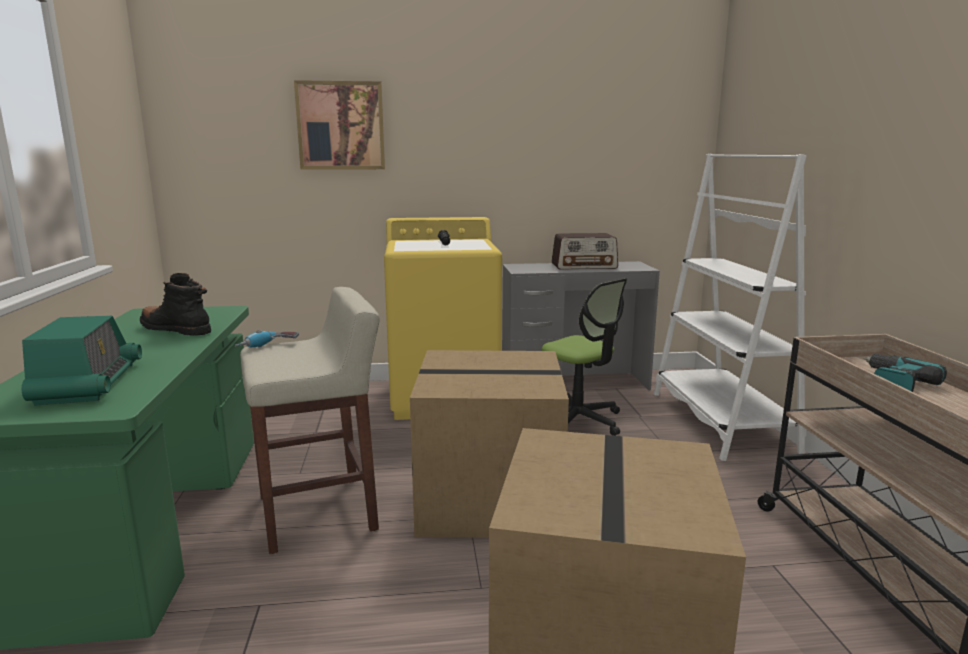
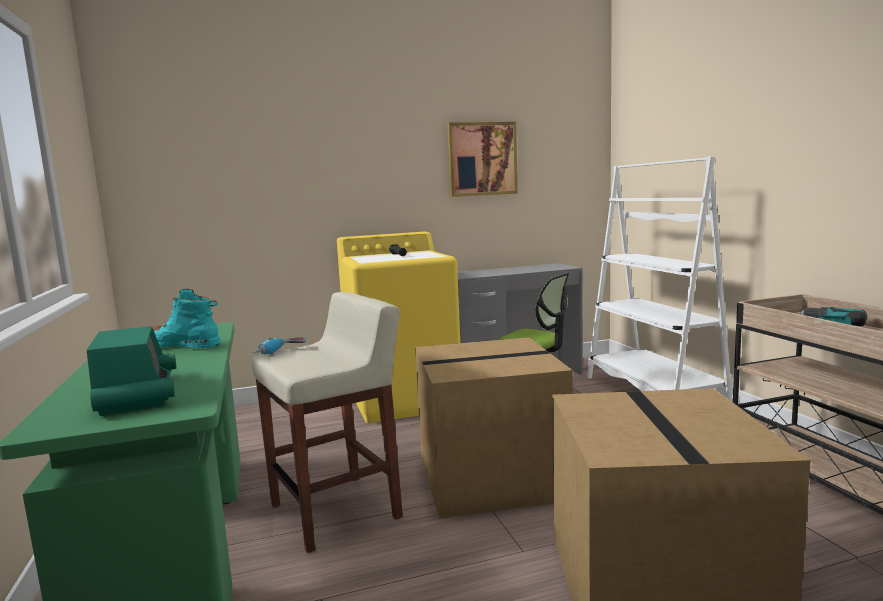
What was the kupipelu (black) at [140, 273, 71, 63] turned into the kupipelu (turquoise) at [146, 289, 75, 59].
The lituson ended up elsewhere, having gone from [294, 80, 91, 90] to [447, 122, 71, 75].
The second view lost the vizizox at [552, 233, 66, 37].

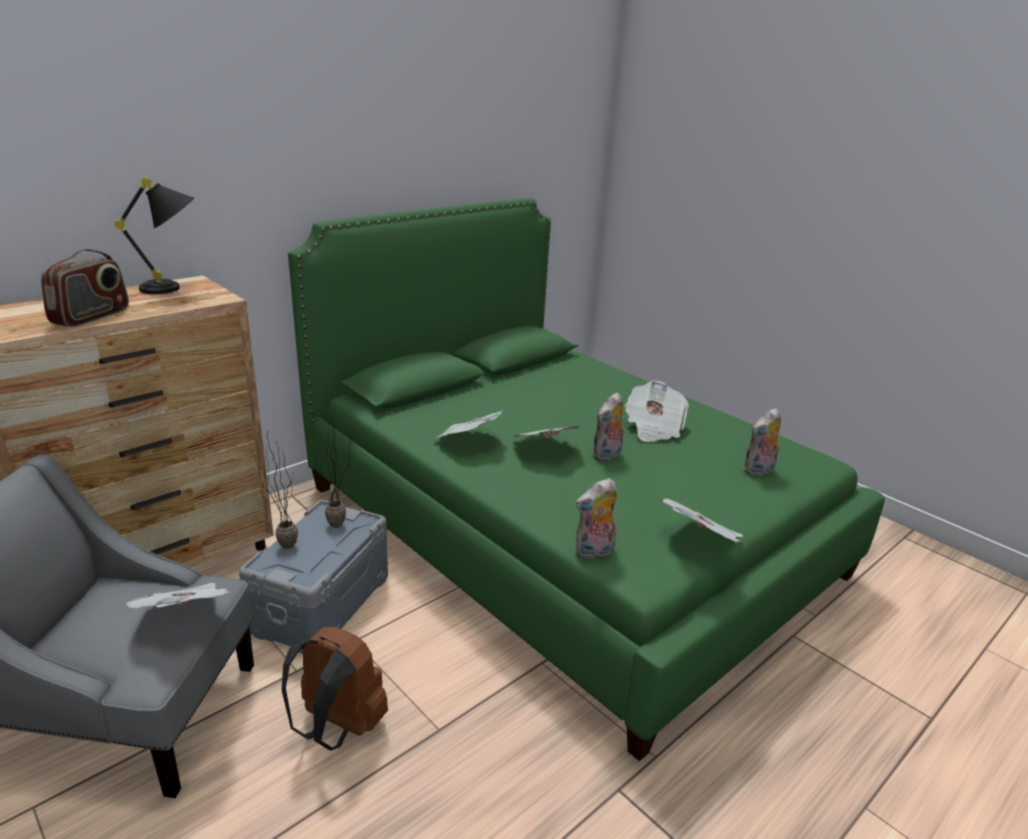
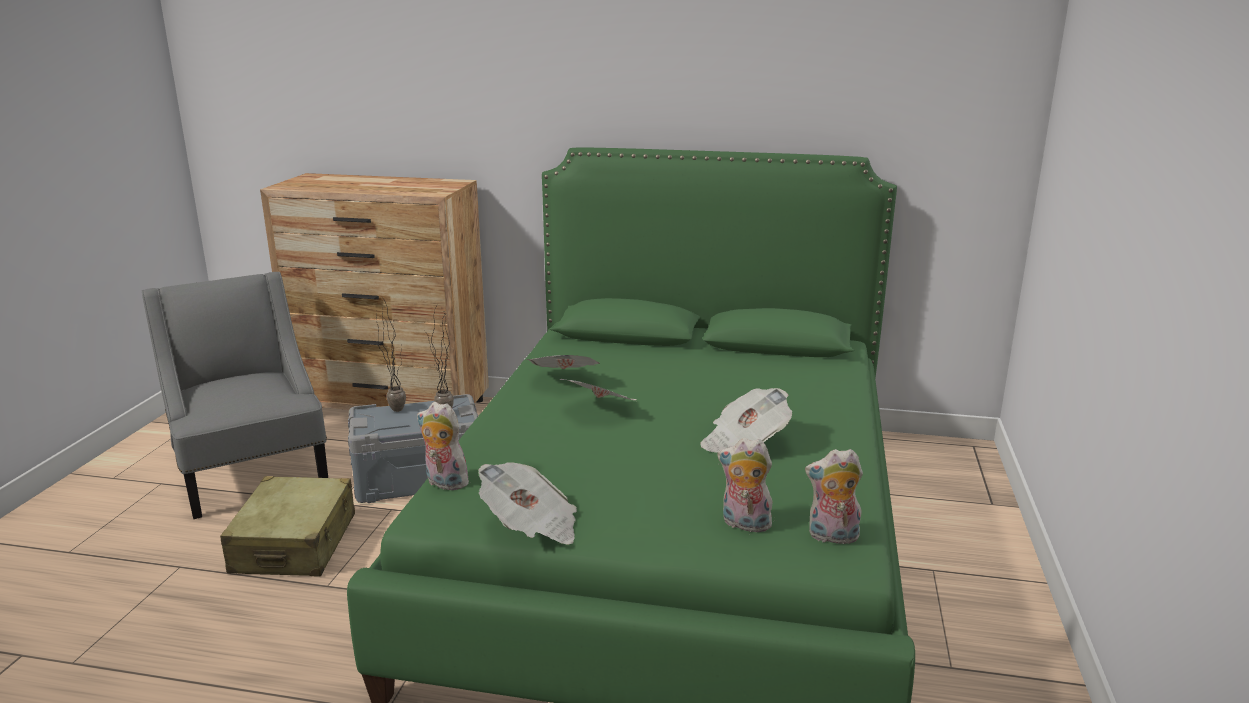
Where the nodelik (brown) stood at [282, 627, 106, 123], the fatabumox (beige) came to stand at [220, 476, 135, 101].
The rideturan ended up elsewhere, having gone from [592, 392, 33, 69] to [805, 449, 58, 98].
The second view lost the vizizox at [41, 249, 88, 78].
The second view lost the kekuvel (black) at [114, 177, 80, 117].
The second view lost the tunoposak at [126, 583, 104, 25].

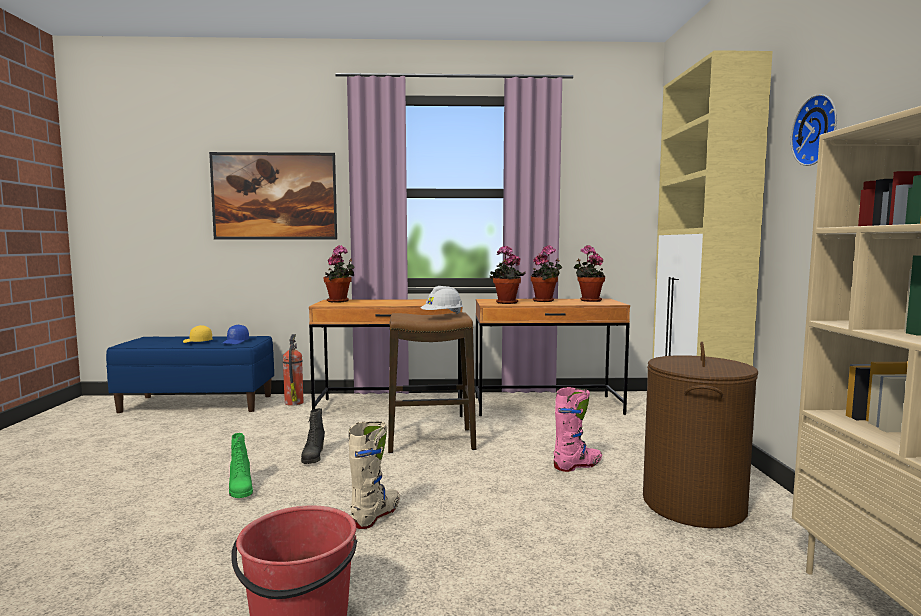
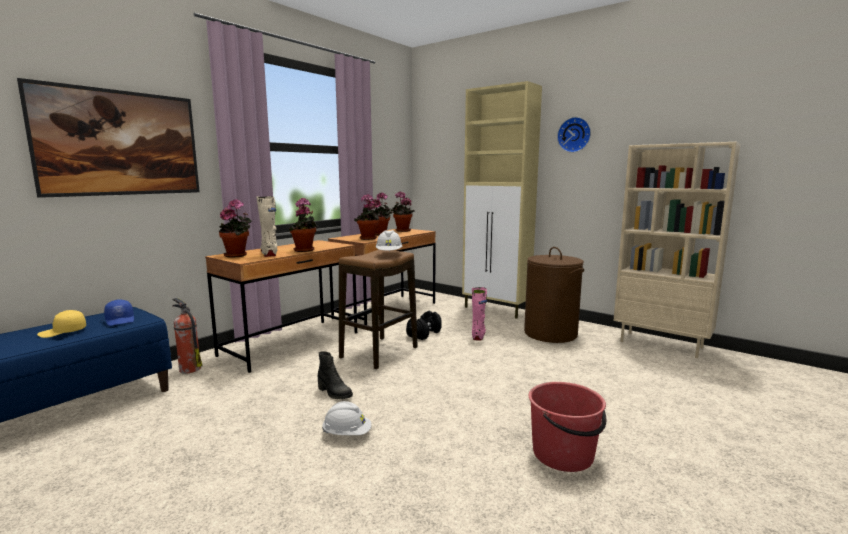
The kupipelu (beige) ended up elsewhere, having gone from [349, 422, 51, 107] to [256, 196, 21, 61].
The second view gained the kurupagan at [289, 198, 29, 54].
Where the kupipelu (green) stood at [229, 433, 24, 65], the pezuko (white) came to stand at [322, 401, 50, 34].
The second view gained the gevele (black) at [406, 311, 36, 29].

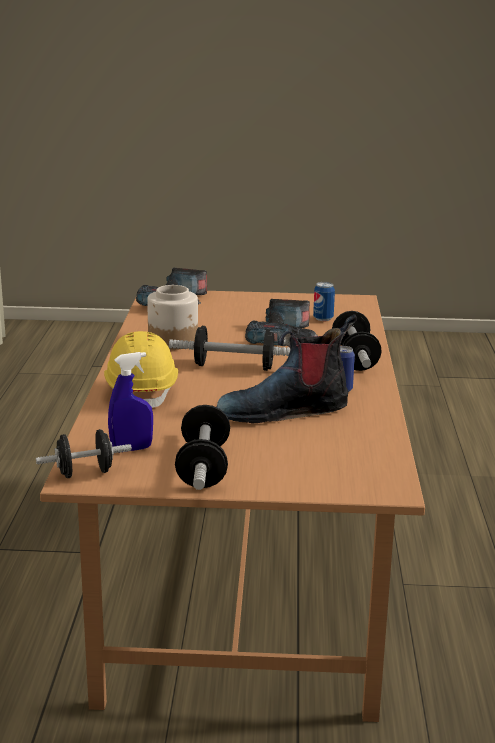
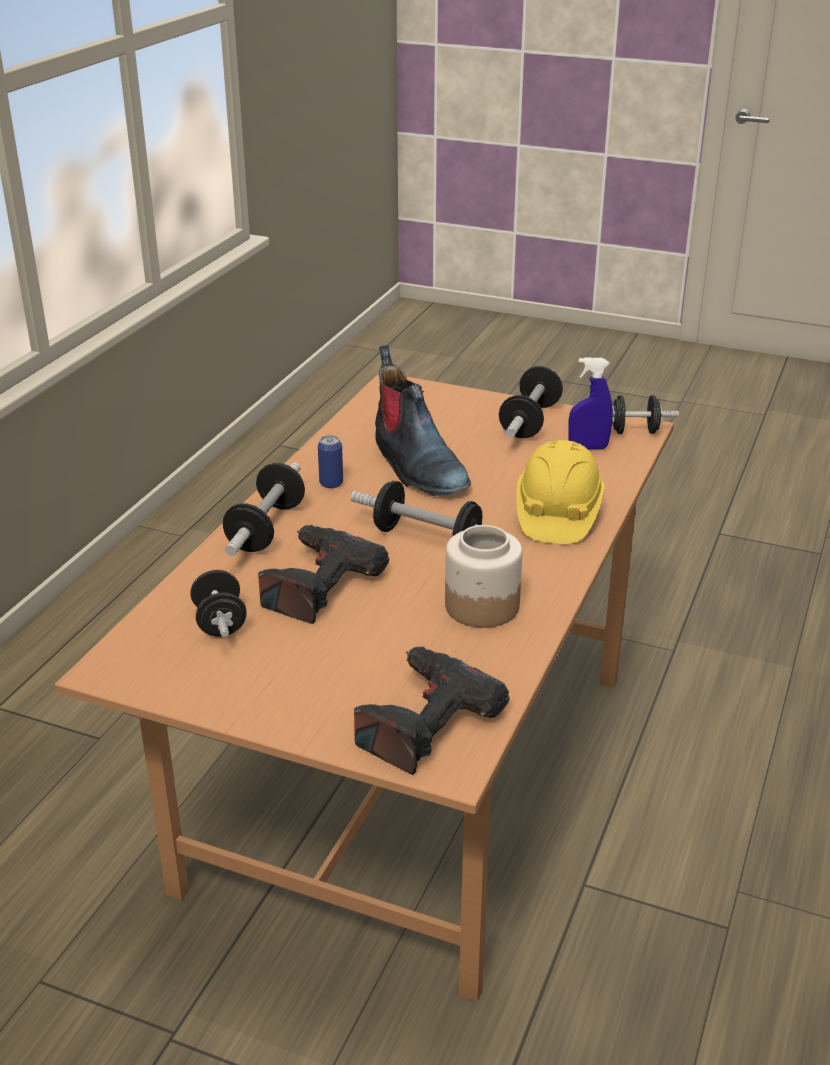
Where the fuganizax stood at [313, 282, 22, 39], the gevele (black) came to stand at [190, 570, 57, 67].
The kupipelu at [217, 314, 140, 109] ended up facing another way, 60 degrees clockwise from before.

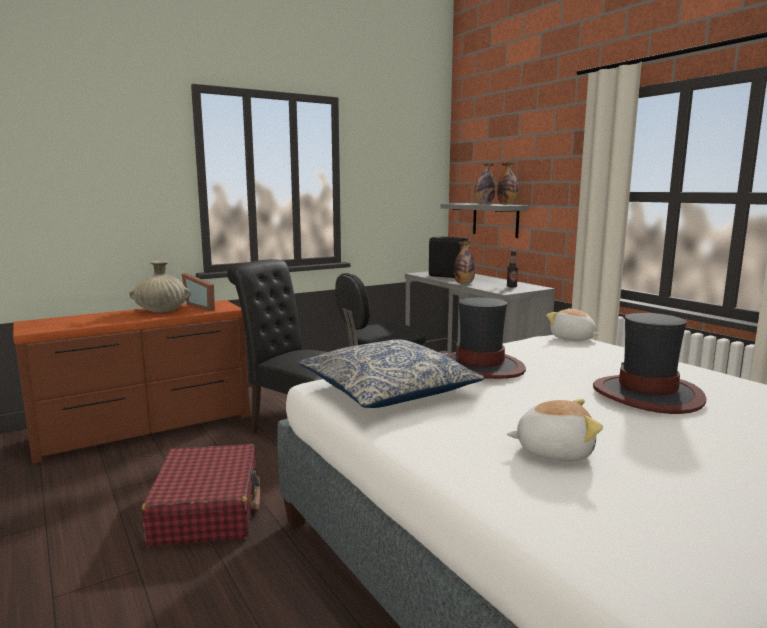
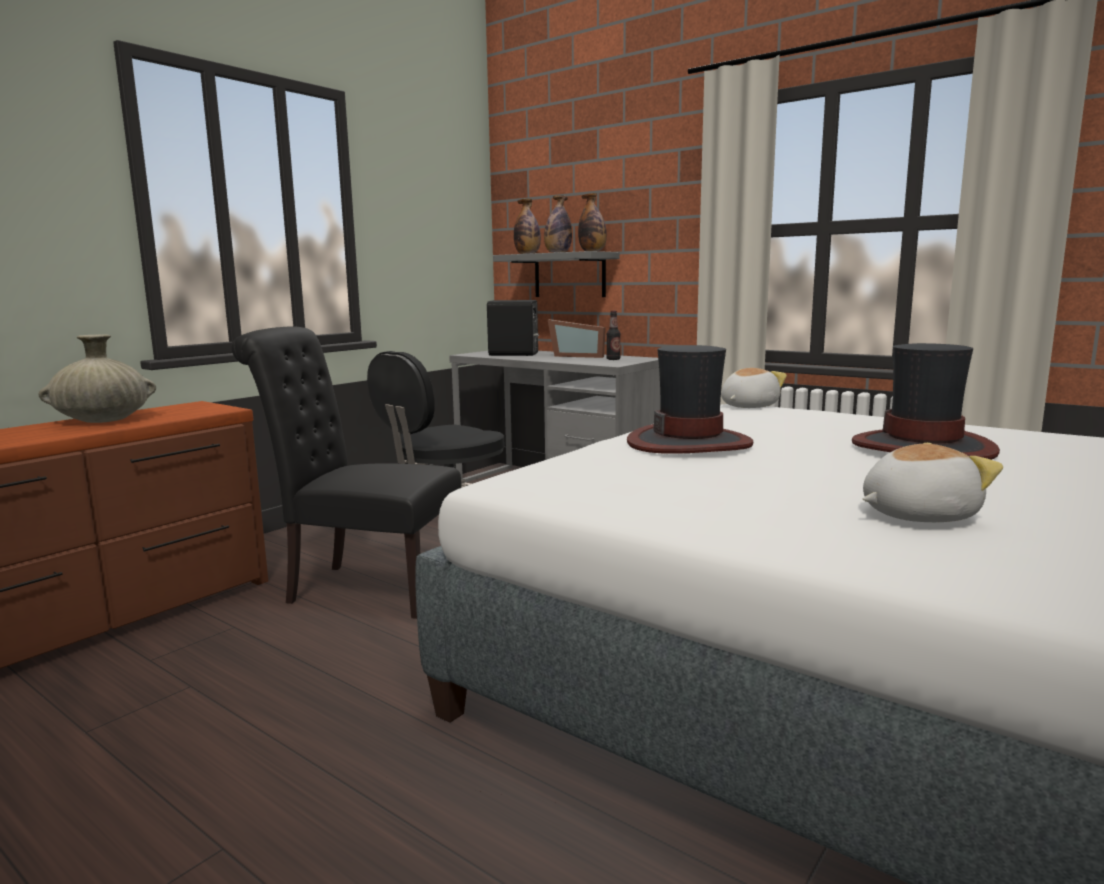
The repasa ended up elsewhere, having gone from [454, 242, 21, 42] to [514, 199, 27, 55].
The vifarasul ended up elsewhere, having gone from [181, 273, 34, 38] to [548, 319, 58, 39].
The rideturan at [546, 308, 53, 33] ended up facing another way, 105 degrees clockwise from before.
The second view lost the fatabumox (red) at [142, 444, 118, 103].
The second view lost the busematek at [299, 339, 185, 69].

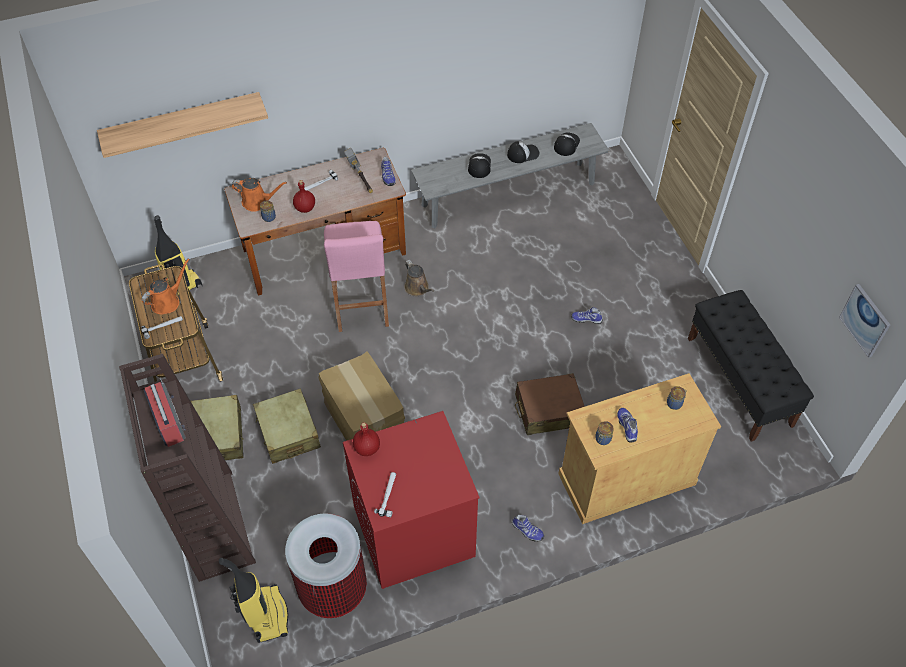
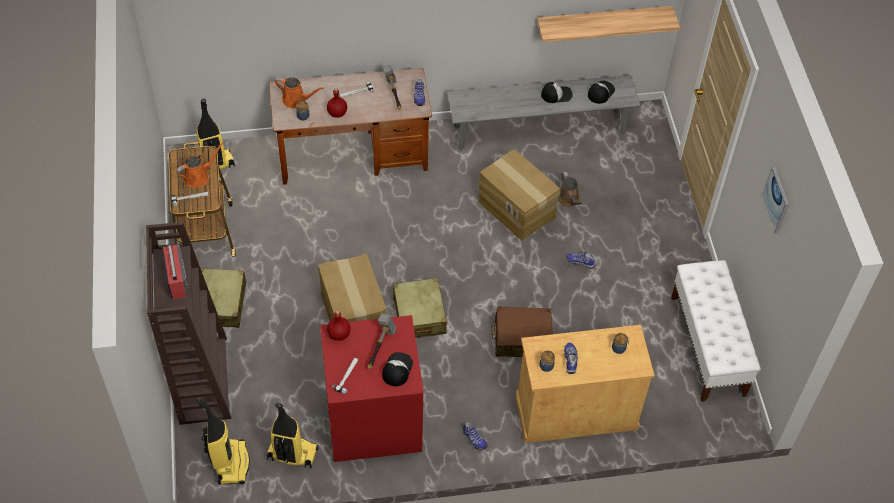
Where the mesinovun stood at [285, 513, 82, 105], the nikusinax came to stand at [266, 403, 53, 66].
The second view gained the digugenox at [368, 313, 29, 56].
The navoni ended up elsewhere, having gone from [468, 153, 23, 25] to [382, 352, 31, 34].
The fatabumox (beige) ended up elsewhere, having gone from [253, 388, 68, 76] to [393, 278, 54, 60].
The second view gained the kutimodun at [478, 149, 82, 92].
The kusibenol ended up elsewhere, having gone from [97, 92, 171, 66] to [537, 6, 143, 36].
The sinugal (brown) ended up elsewhere, having gone from [405, 260, 29, 36] to [558, 172, 26, 35].
What was the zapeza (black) at [688, 290, 126, 152] turned into the zapeza (white) at [671, 260, 90, 142].
The lituson ended up elsewhere, having gone from [839, 284, 51, 74] to [762, 167, 27, 66].
The second view lost the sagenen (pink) at [324, 221, 65, 111].

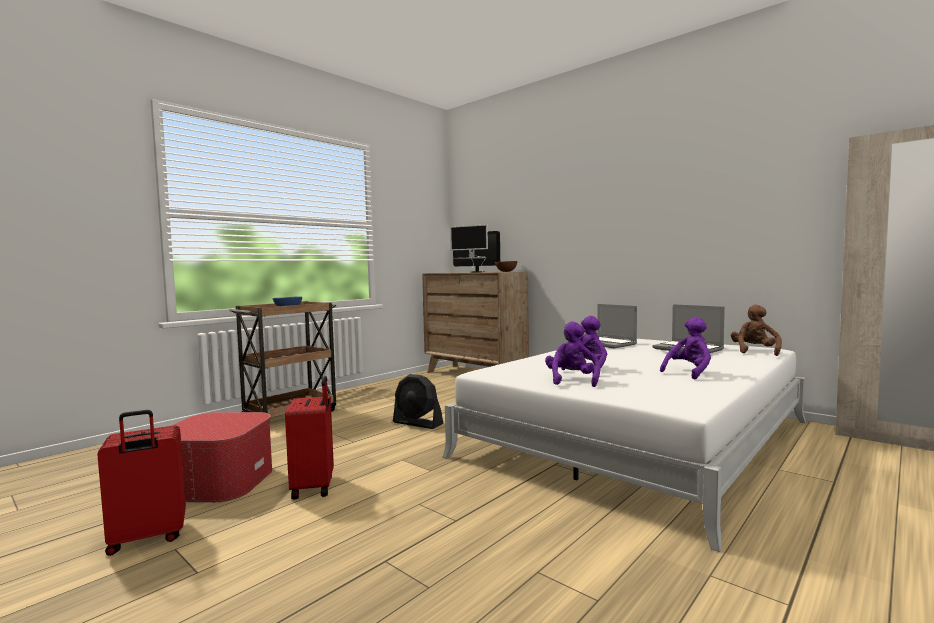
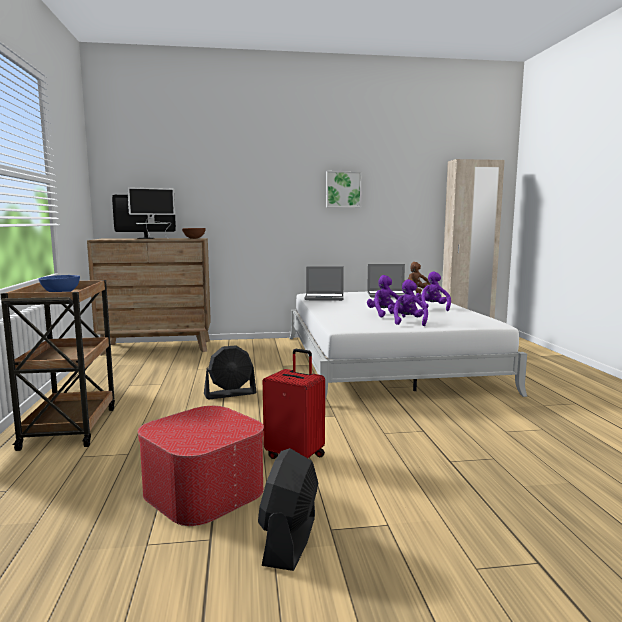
Where the fatabumox (red) stood at [97, 410, 89, 146], the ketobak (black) came to stand at [258, 448, 60, 123].
The second view gained the lituson at [326, 171, 36, 36].
The rideturan (purple) at [545, 321, 55, 66] ended up facing another way, 45 degrees clockwise from before.

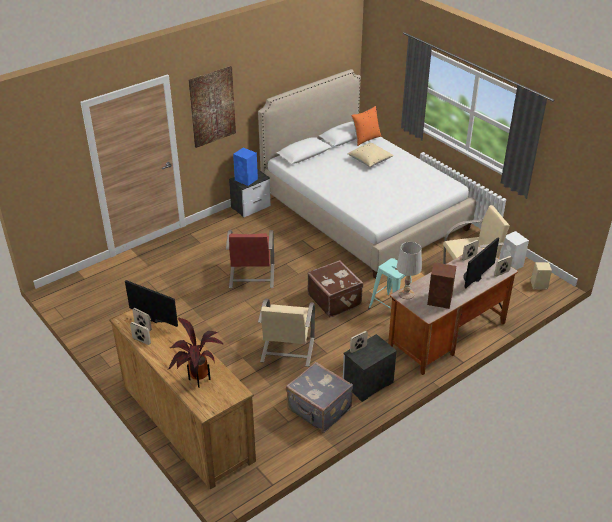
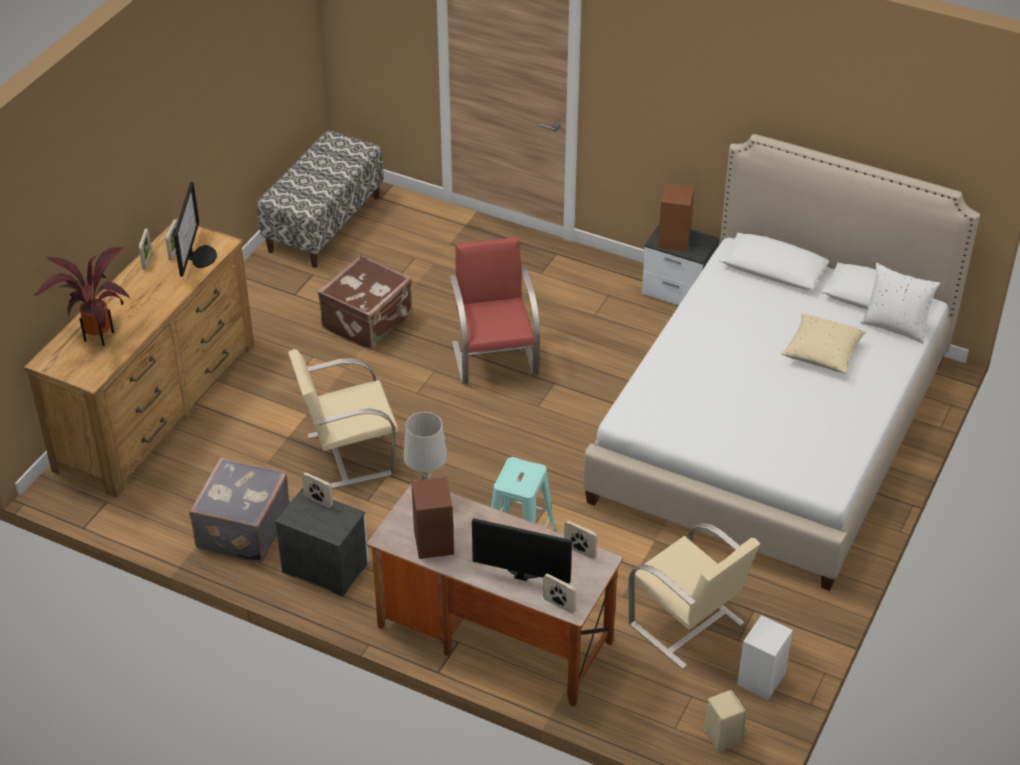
The second view gained the zapeza at [257, 130, 127, 138].
The fatabumox (brown) ended up elsewhere, having gone from [307, 260, 57, 58] to [318, 255, 94, 95].
The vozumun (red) at [226, 230, 48, 58] ended up facing another way, 105 degrees clockwise from before.
What was the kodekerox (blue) at [233, 148, 25, 38] turned into the kodekerox (brown) at [658, 183, 36, 68].
What was the busematek (orange) at [351, 106, 30, 40] turned into the busematek (white) at [860, 263, 80, 81].
The second view lost the lituson at [188, 66, 48, 82].

